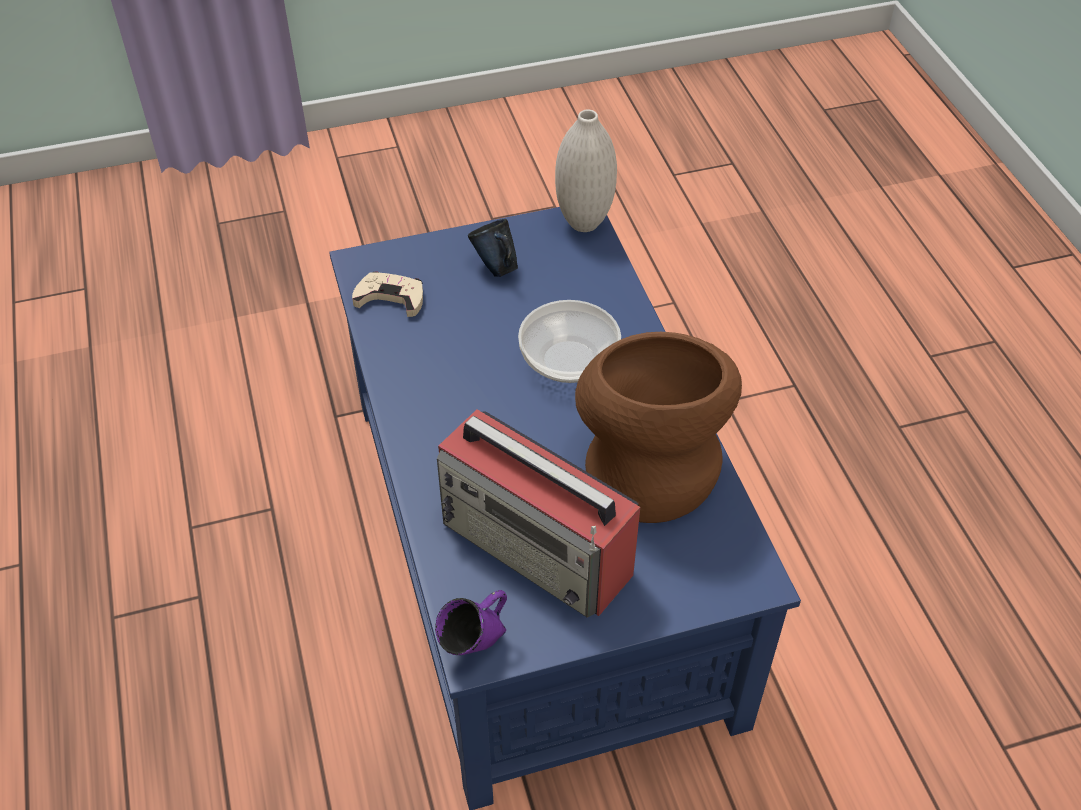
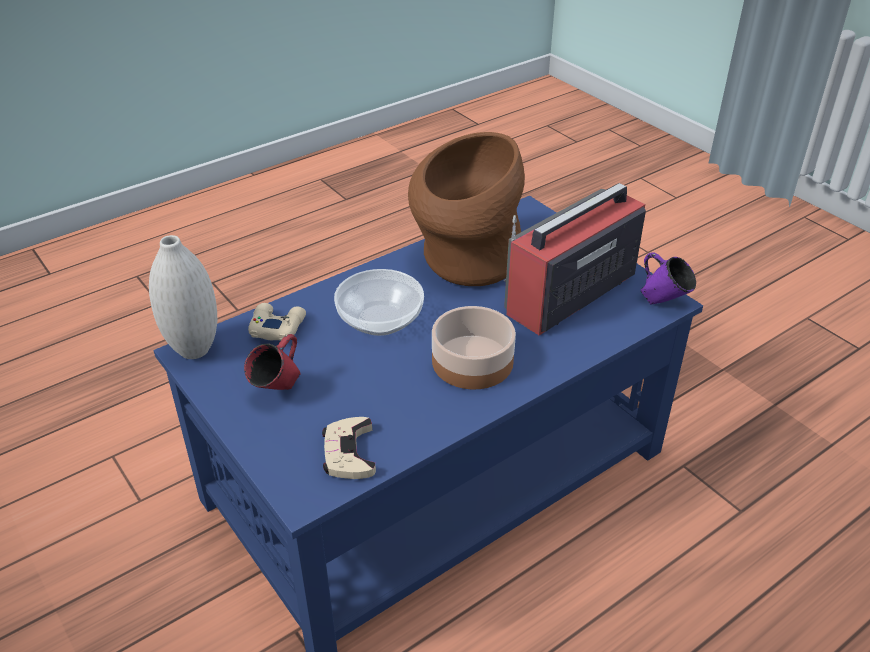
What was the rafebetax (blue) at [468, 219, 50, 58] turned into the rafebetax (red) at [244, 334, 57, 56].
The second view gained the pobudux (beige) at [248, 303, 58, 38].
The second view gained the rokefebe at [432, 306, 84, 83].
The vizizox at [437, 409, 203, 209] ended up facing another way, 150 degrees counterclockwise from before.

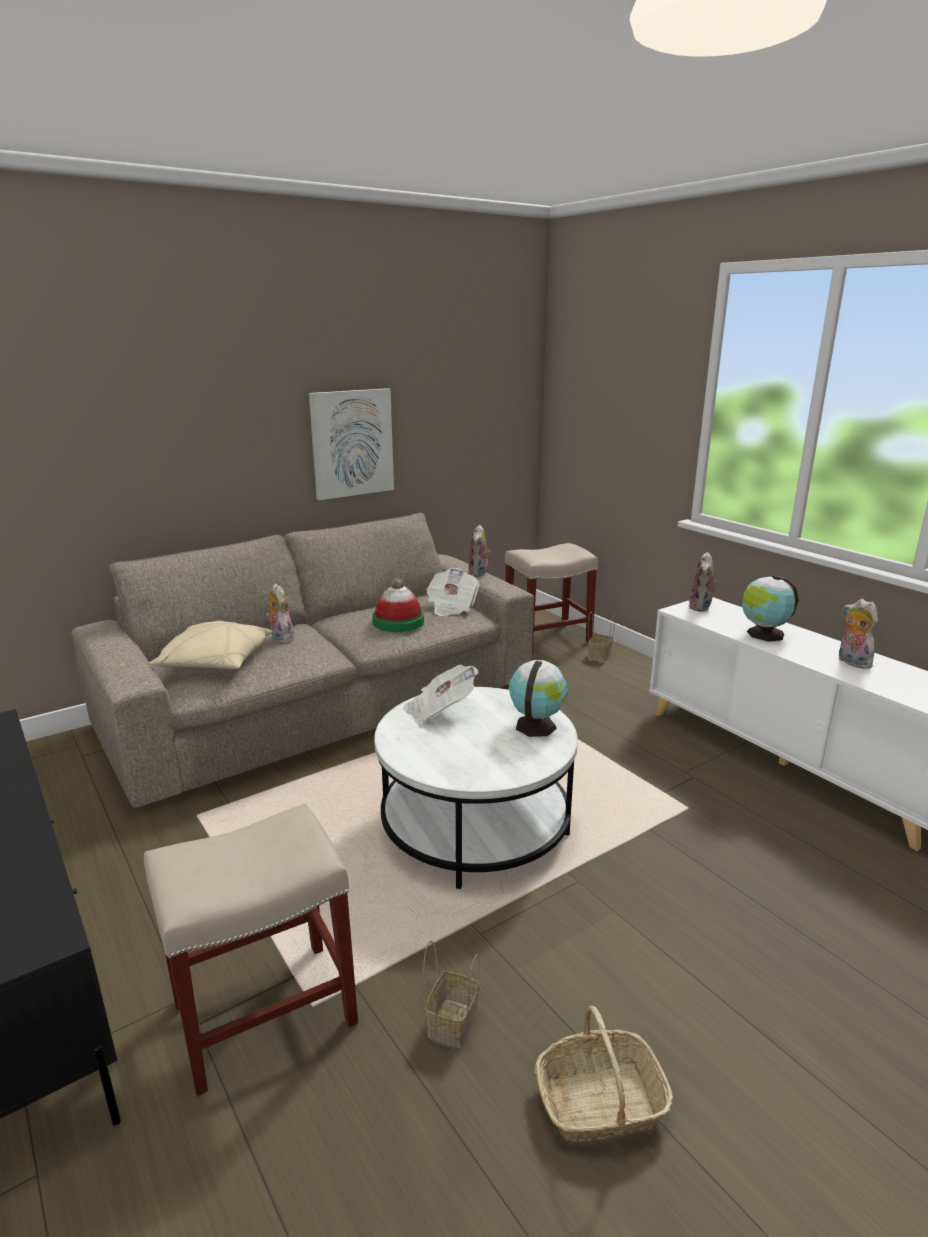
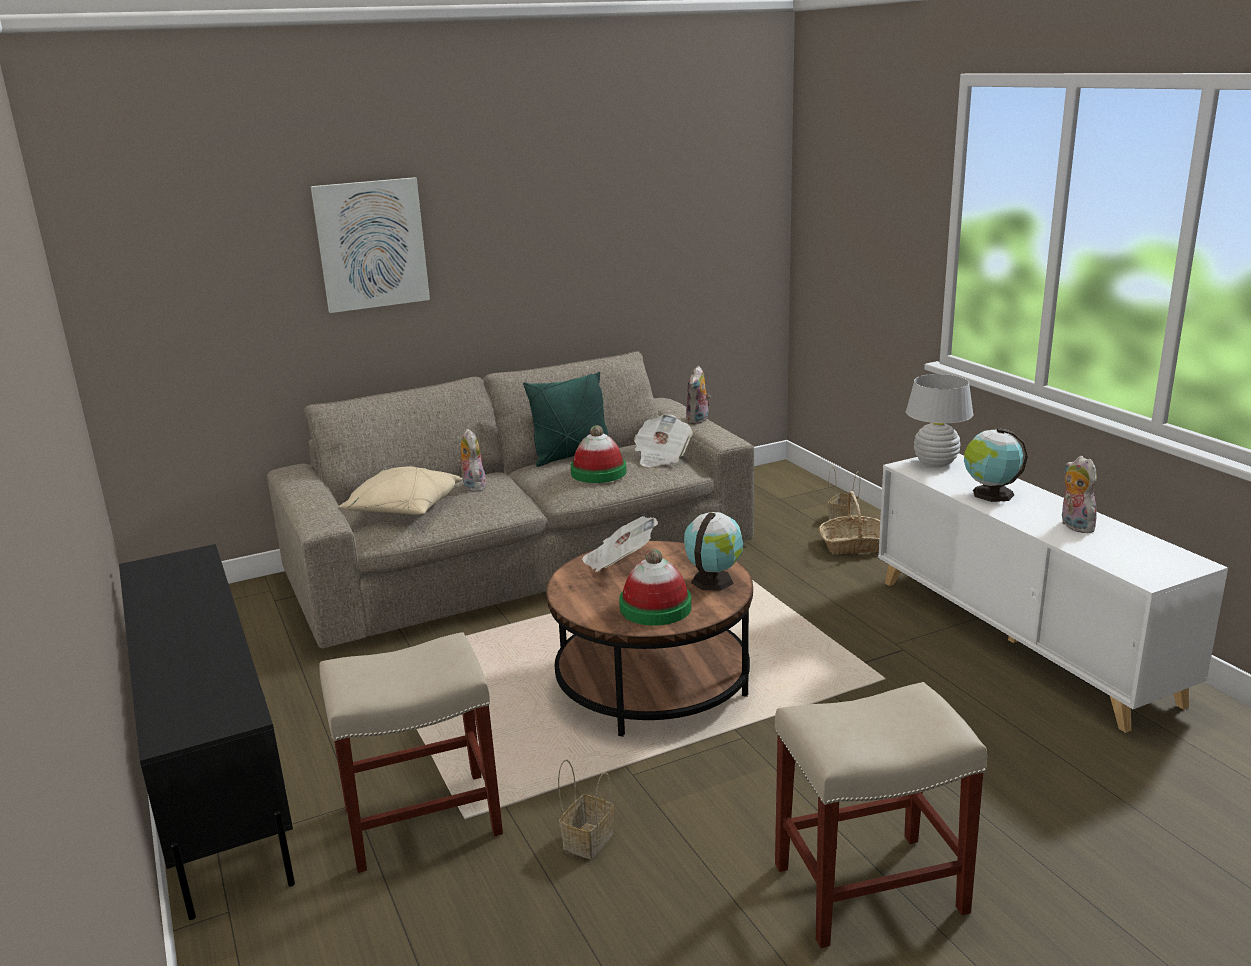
The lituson ended up elsewhere, having gone from [309, 388, 85, 112] to [311, 177, 119, 136].
The second view gained the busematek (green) at [523, 372, 85, 95].
What was the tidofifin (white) at [374, 687, 204, 202] turned into the tidofifin (brown) at [546, 541, 207, 196].
The second view gained the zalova at [619, 549, 73, 77].
The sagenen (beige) ended up elsewhere, having gone from [505, 543, 93, 110] to [775, 682, 212, 266].
The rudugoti ended up elsewhere, having gone from [535, 1005, 138, 136] to [818, 491, 62, 63].
Where the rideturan stood at [689, 552, 29, 60], the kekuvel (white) came to stand at [906, 374, 67, 93].

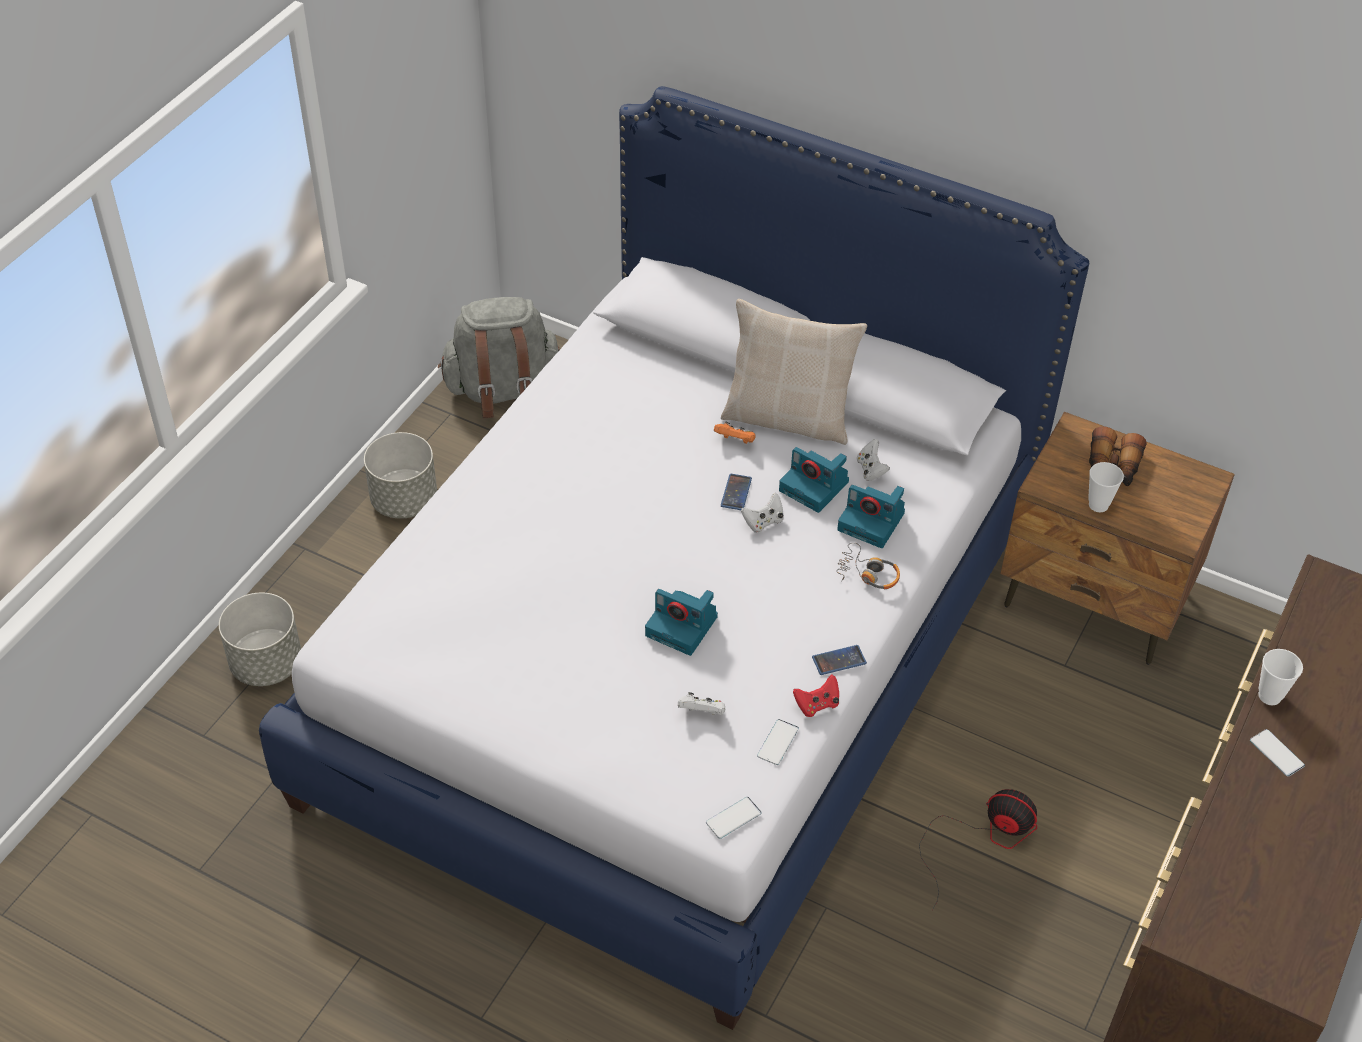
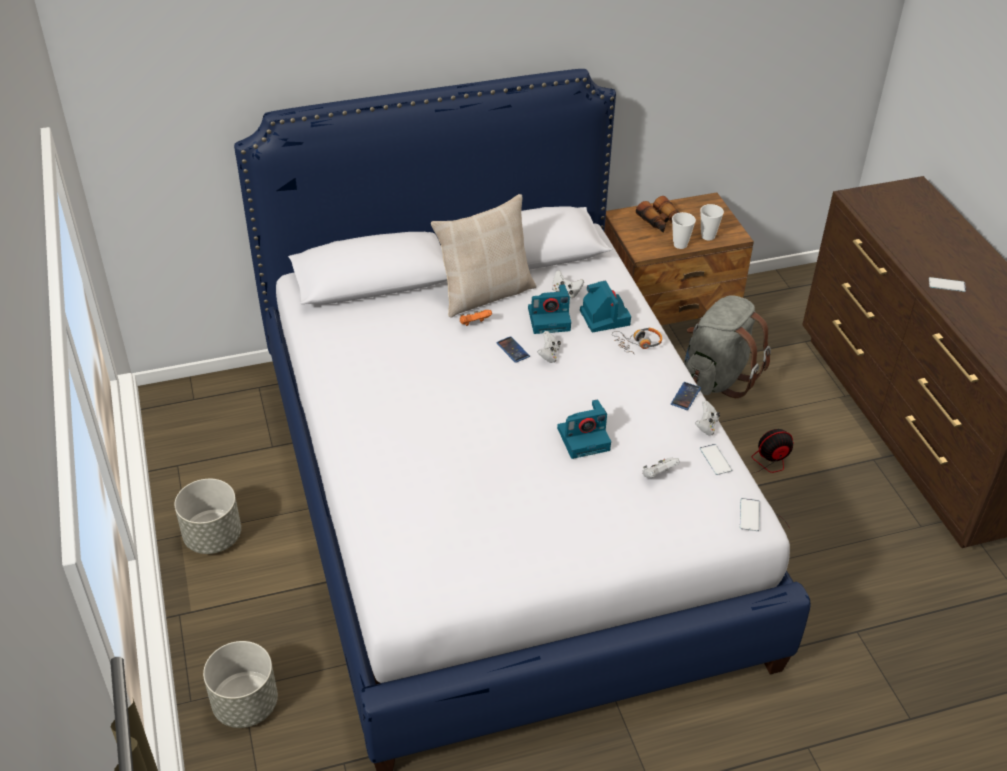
The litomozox at [837, 485, 68, 63] ended up facing another way, 90 degrees counterclockwise from before.
The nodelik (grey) ended up elsewhere, having gone from [438, 297, 122, 121] to [684, 295, 87, 103].
What was the pobudux (red) at [793, 674, 46, 43] turned into the pobudux (white) at [695, 400, 25, 36].
The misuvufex ended up elsewhere, having gone from [1258, 649, 45, 56] to [700, 204, 24, 36].

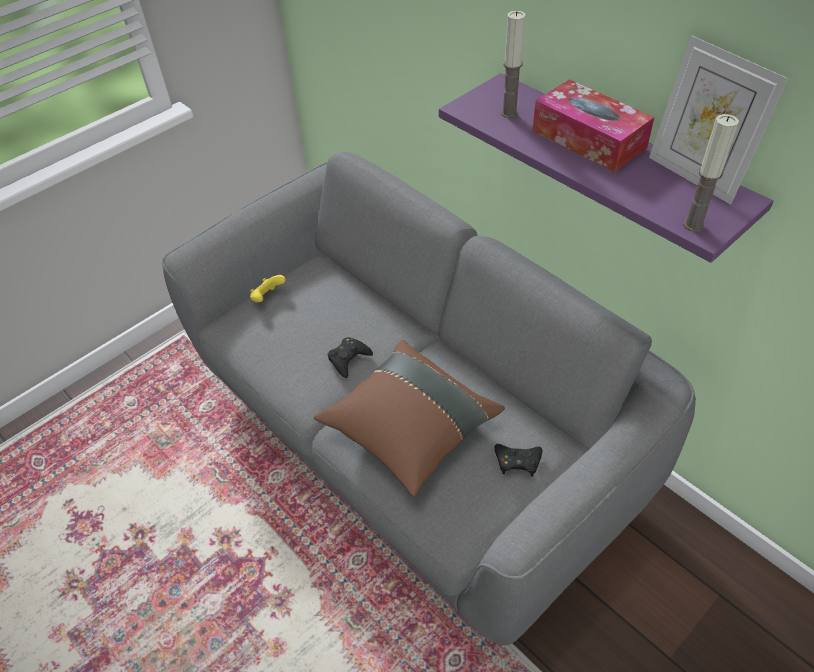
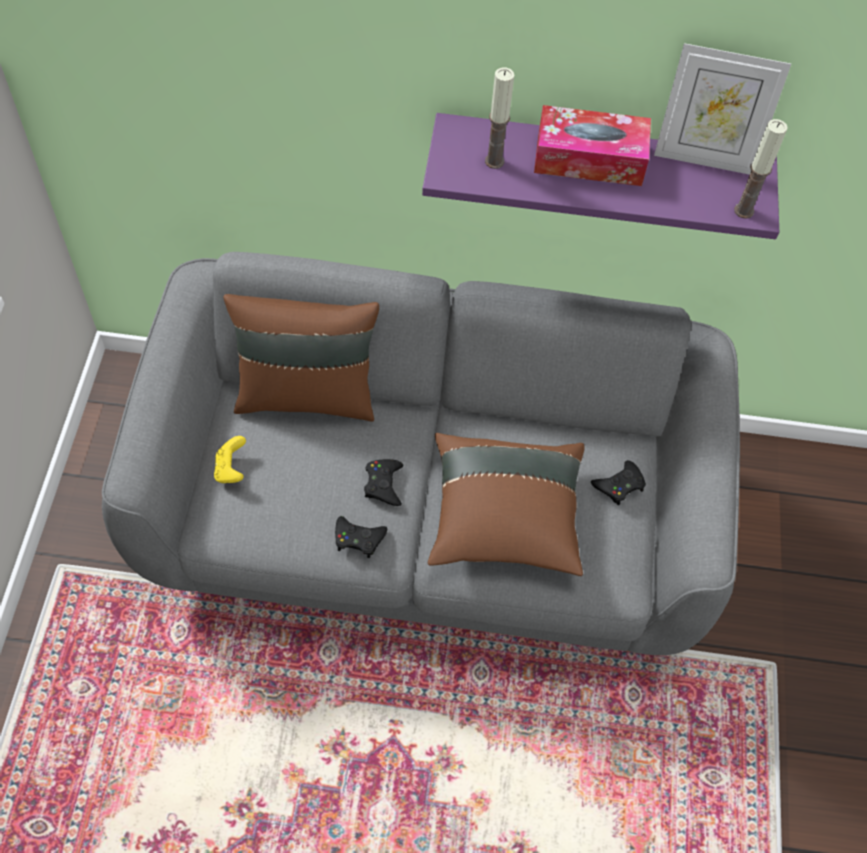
The second view gained the busematek (brown) at [223, 294, 156, 128].
The second view gained the pobudux (black) at [335, 516, 52, 42].

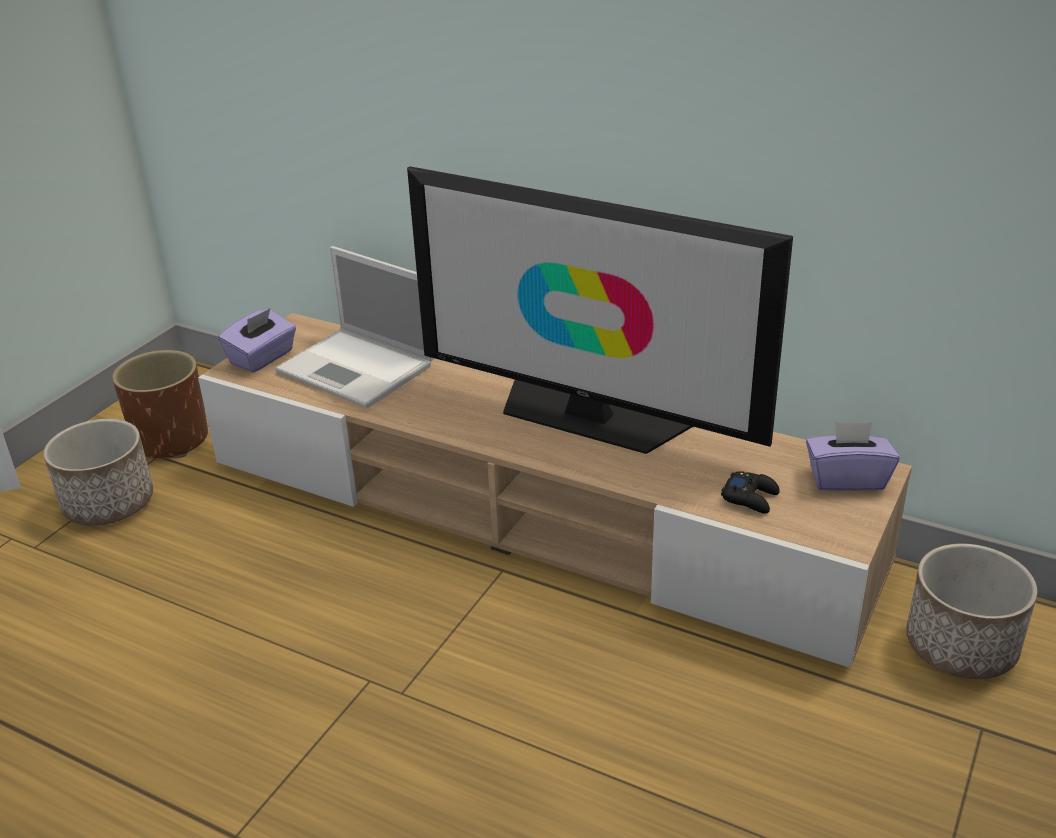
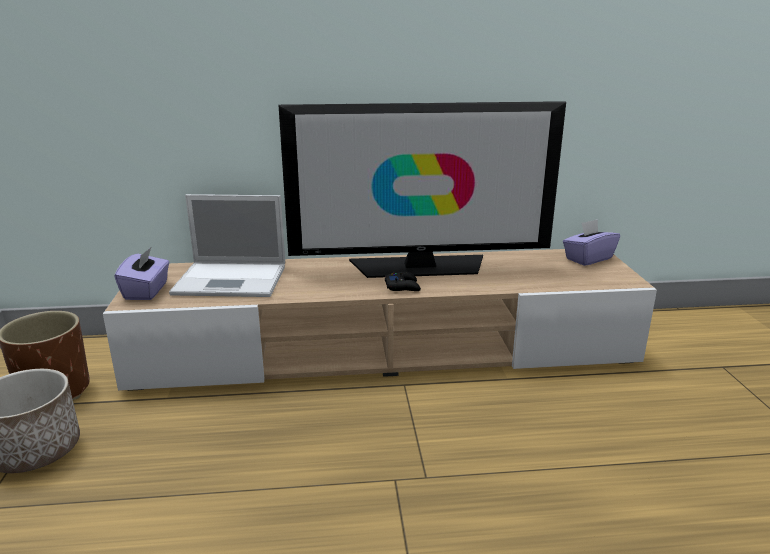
The pobudux (black) ended up elsewhere, having gone from [721, 471, 59, 43] to [385, 271, 36, 20].
The second view lost the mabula at [906, 544, 131, 135].

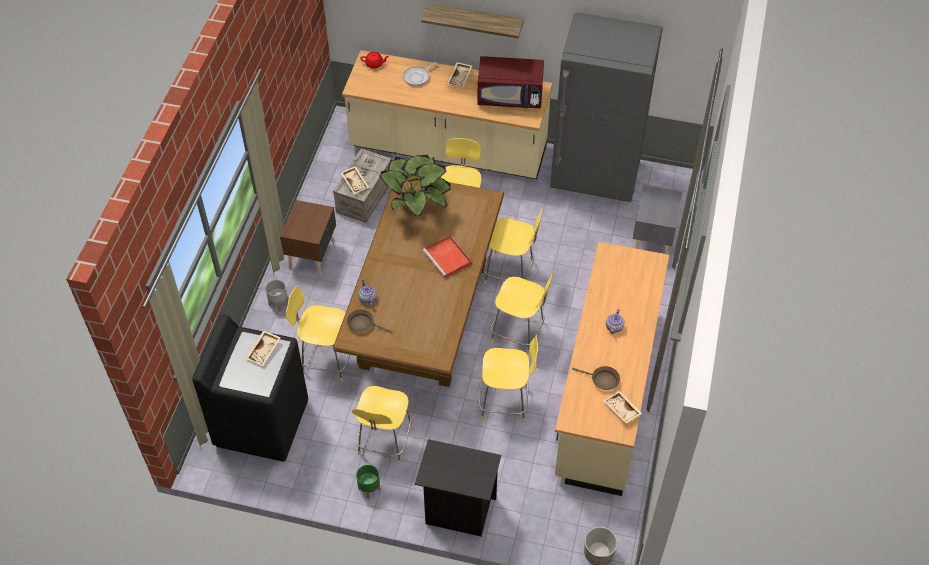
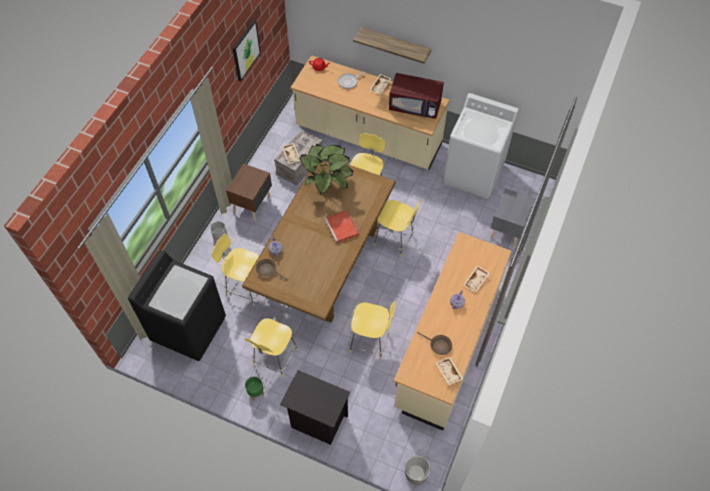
The second view gained the lituson at [232, 20, 29, 61].
Where the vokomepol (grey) stood at [550, 12, 113, 190], the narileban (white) came to stand at [443, 93, 76, 106].
The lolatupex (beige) ended up elsewhere, having gone from [245, 330, 36, 36] to [463, 265, 27, 28].
The second view lost the sagenen (yellow) at [491, 272, 63, 83].

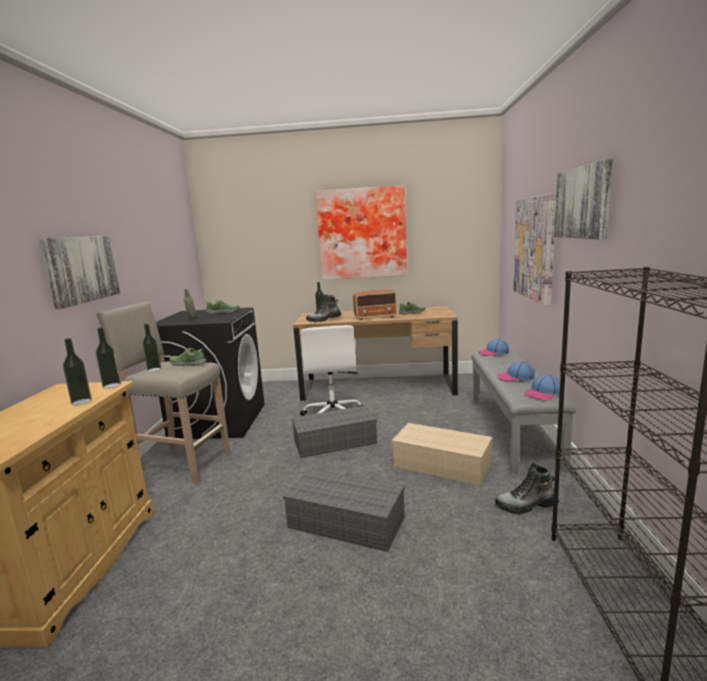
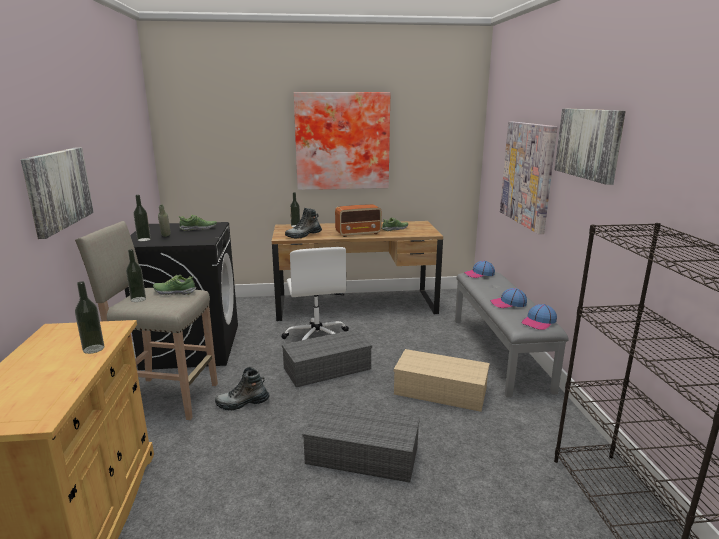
The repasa ended up elsewhere, having gone from [96, 328, 25, 61] to [134, 195, 17, 46].
The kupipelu ended up elsewhere, having gone from [495, 463, 64, 51] to [215, 367, 54, 43].

